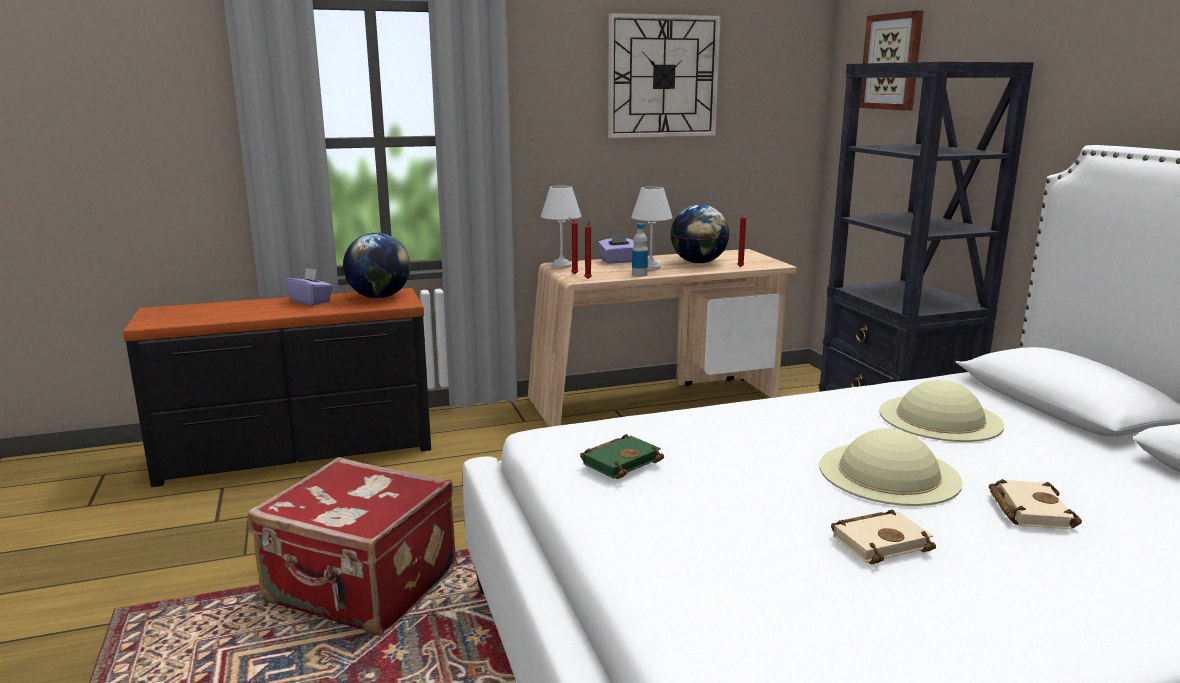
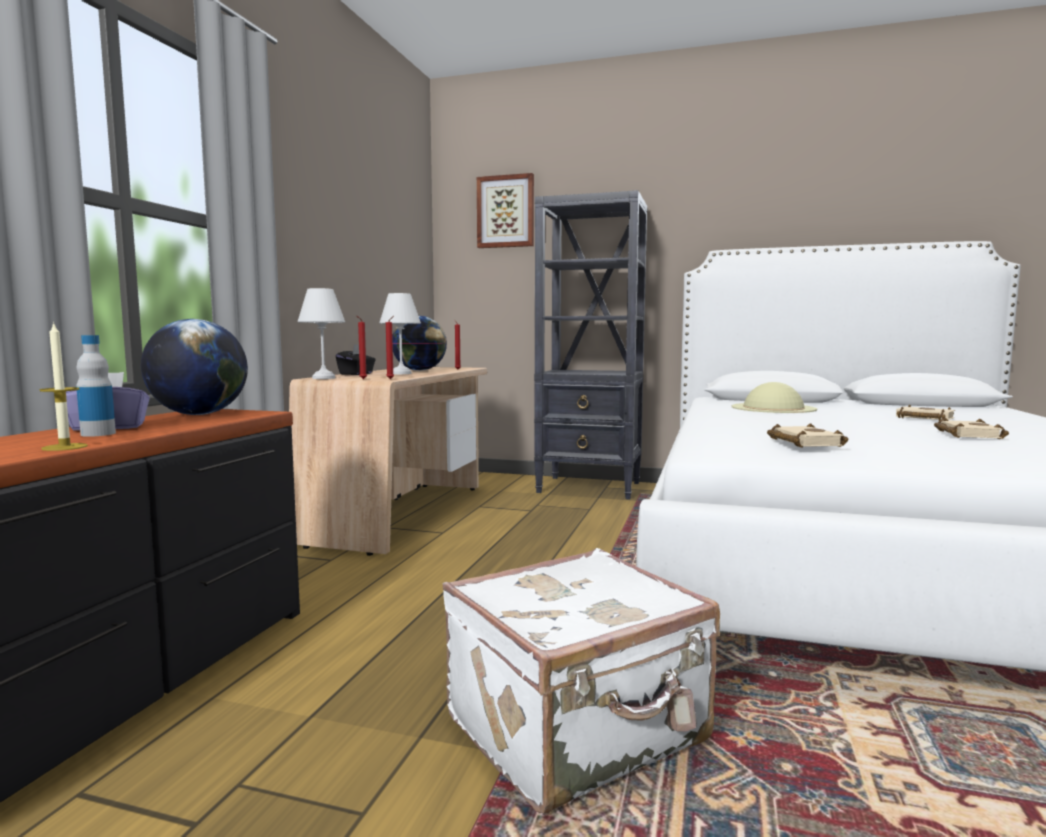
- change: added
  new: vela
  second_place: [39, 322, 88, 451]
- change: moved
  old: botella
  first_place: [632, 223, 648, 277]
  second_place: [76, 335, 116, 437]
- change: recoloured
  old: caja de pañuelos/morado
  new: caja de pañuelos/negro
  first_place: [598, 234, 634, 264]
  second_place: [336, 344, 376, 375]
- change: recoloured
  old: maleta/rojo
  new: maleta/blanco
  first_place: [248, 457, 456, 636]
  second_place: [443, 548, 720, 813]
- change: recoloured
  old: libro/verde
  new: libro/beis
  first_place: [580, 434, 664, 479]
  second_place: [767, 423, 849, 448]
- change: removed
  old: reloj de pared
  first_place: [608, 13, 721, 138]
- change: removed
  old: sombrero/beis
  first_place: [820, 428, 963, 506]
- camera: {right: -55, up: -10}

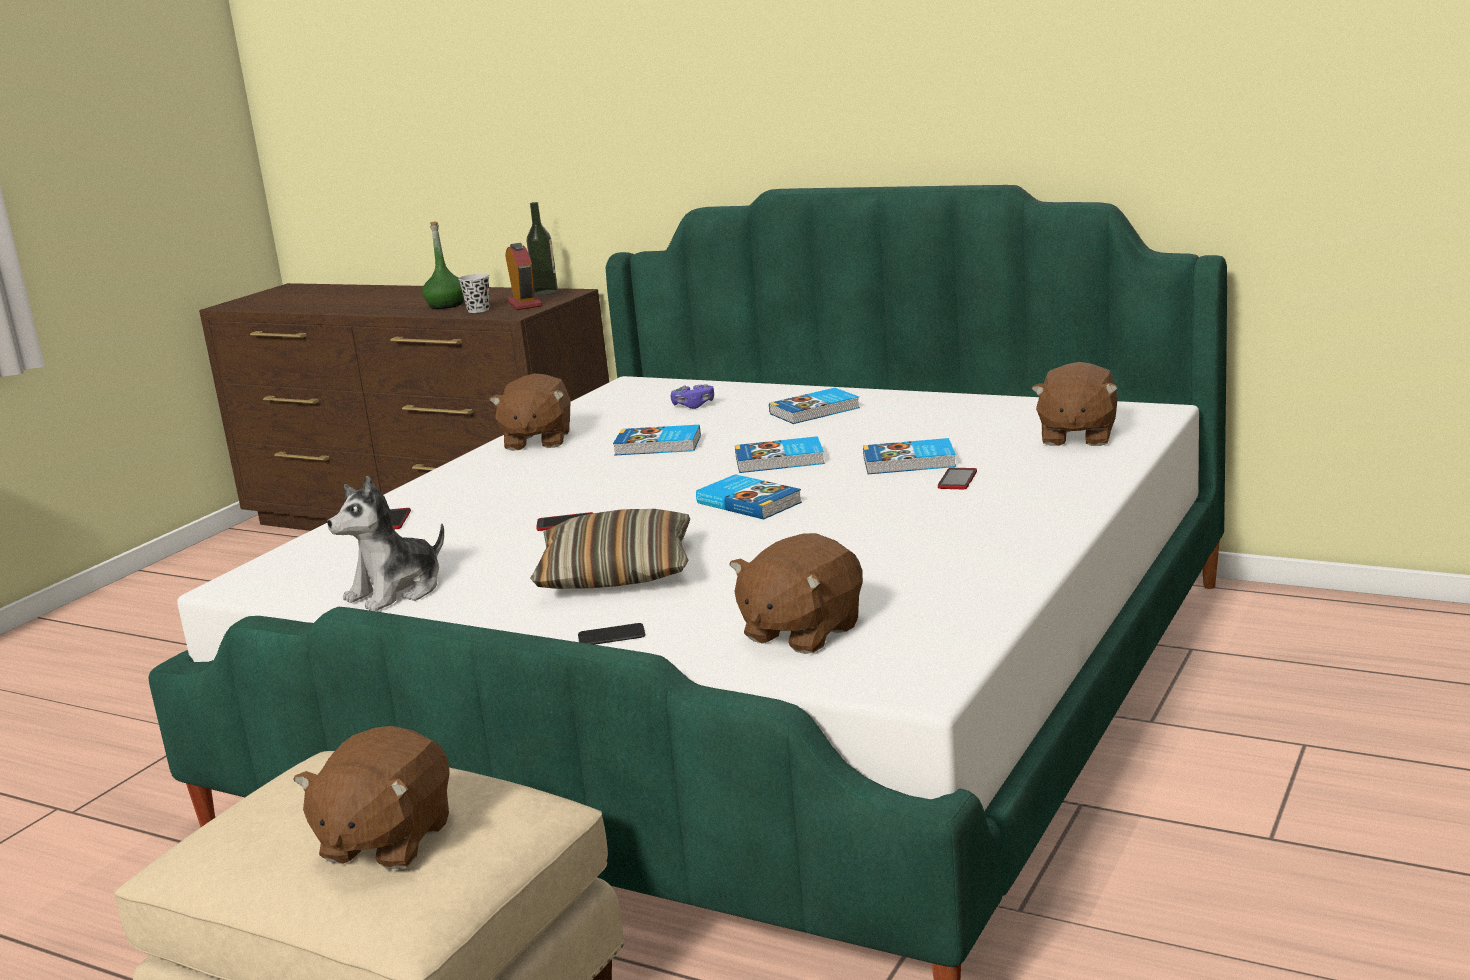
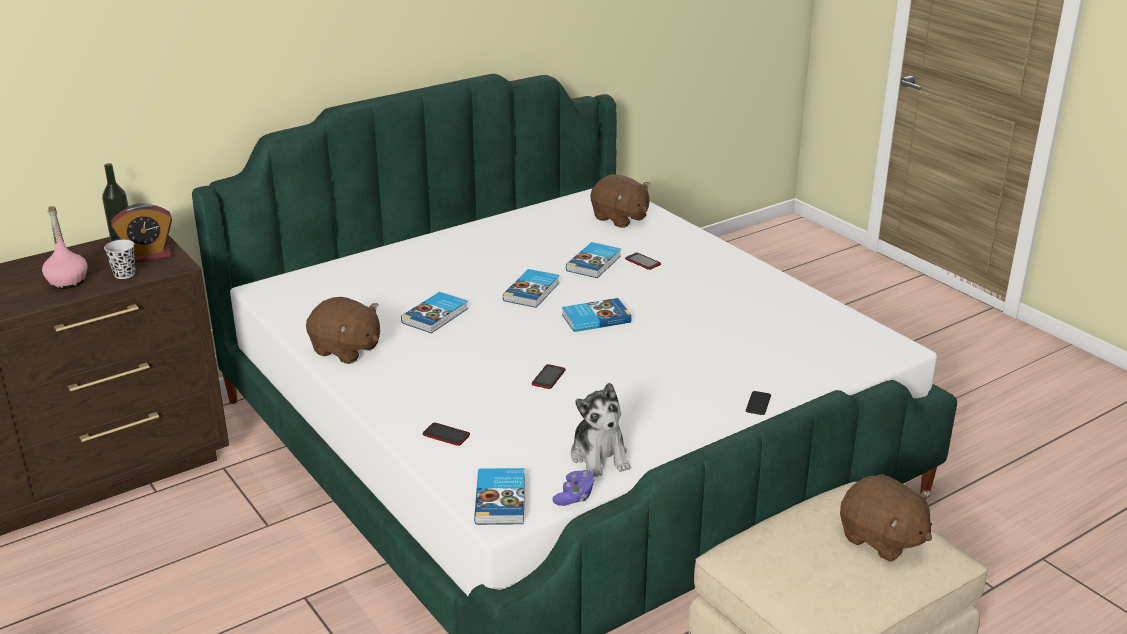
- change: recoloured
  old: botella/verde
  new: botella/rosa
  first_place: [422, 221, 464, 309]
  second_place: [42, 206, 88, 289]
- change: turned
  old: despertador
  first_place: [505, 243, 542, 310]
  second_place: [111, 203, 172, 263]
  degrees: 150
- change: moved
  old: libro
  first_place: [769, 388, 860, 424]
  second_place: [474, 468, 525, 525]
- change: moved
  old: mando de consola/morado
  first_place: [671, 384, 714, 409]
  second_place: [552, 470, 595, 506]
- change: removed
  old: cojín
  first_place: [530, 509, 690, 589]
- change: removed
  old: peluche/marrón
  first_place: [729, 533, 863, 654]
- camera: {right: -65, up: 10}

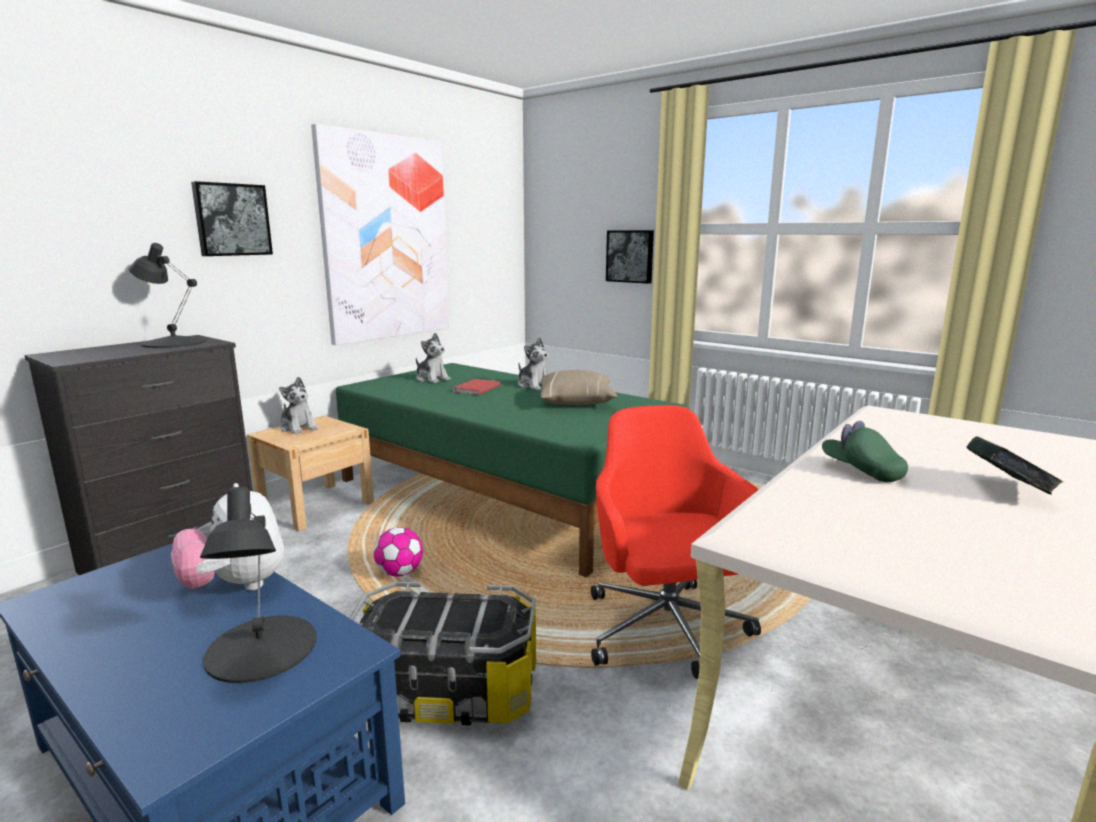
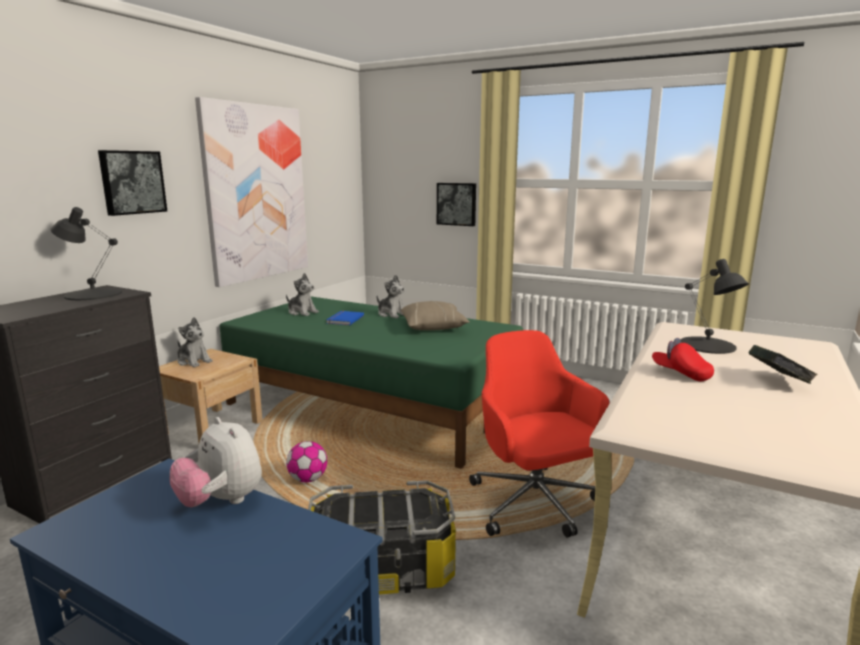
- change: recoloured
  old: libro/rojo
  new: libro/azul
  first_place: [452, 379, 501, 395]
  second_place: [326, 311, 364, 325]
- change: recoloured
  old: gorra/verde
  new: gorra/rojo
  first_place: [822, 421, 908, 482]
  second_place: [652, 338, 714, 381]
- change: moved
  old: lámpara de mesa/negro
  first_place: [200, 487, 316, 683]
  second_place: [680, 259, 749, 354]
- camera: {right: -10, up: 0}

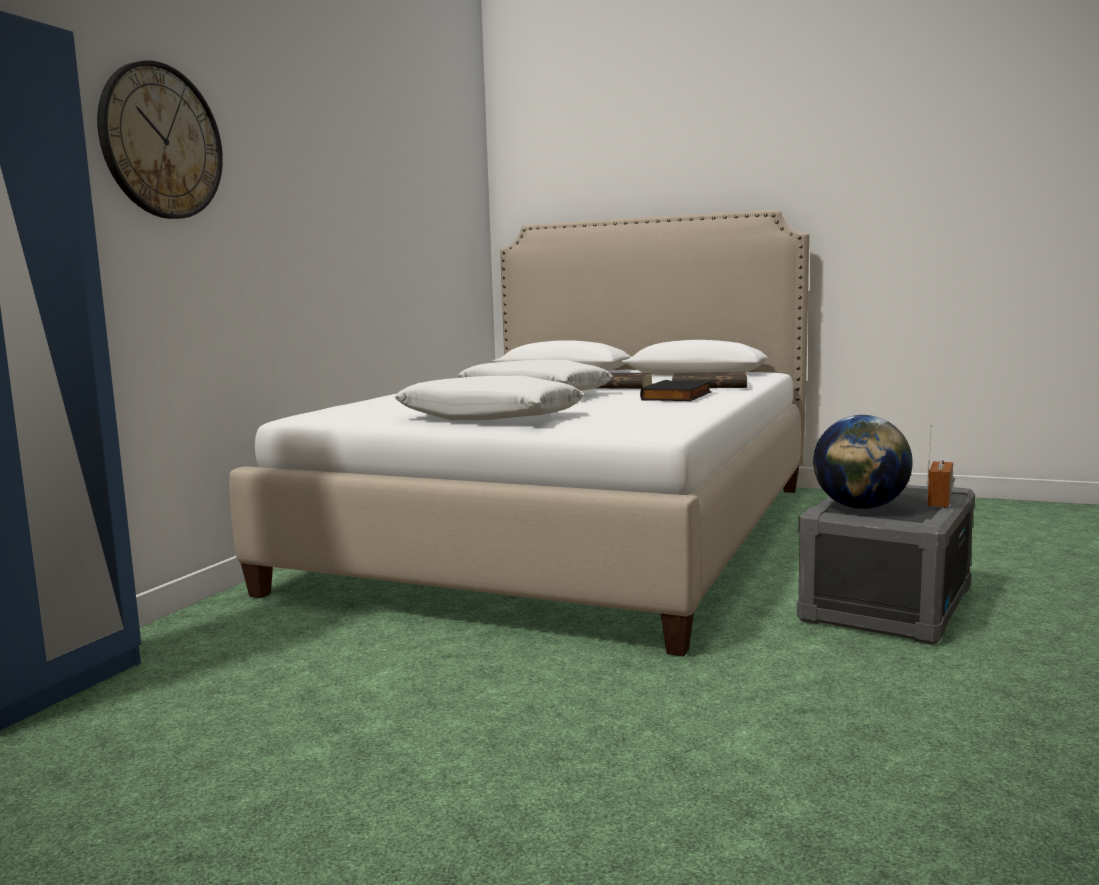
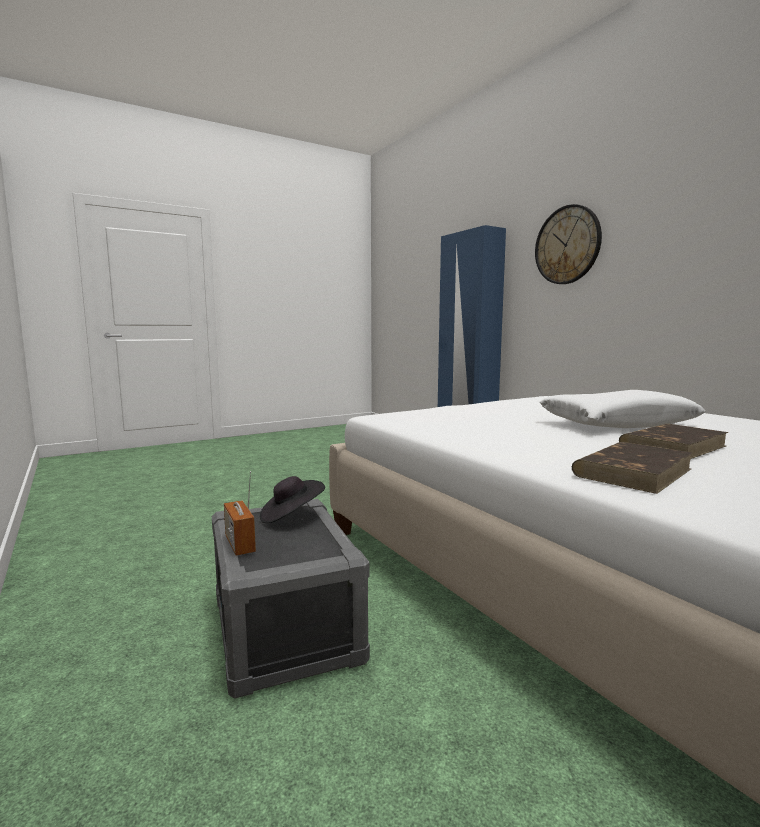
- change: replaced
  old: globo terráqueo
  new: sombrero/negro
  first_place: [813, 415, 913, 509]
  second_place: [260, 476, 325, 523]
- change: removed
  old: cojín/blanco
  first_place: [395, 376, 584, 420]
- change: removed
  old: libro/negro
  first_place: [640, 380, 711, 401]
- camera: {right: 125, up: 0}

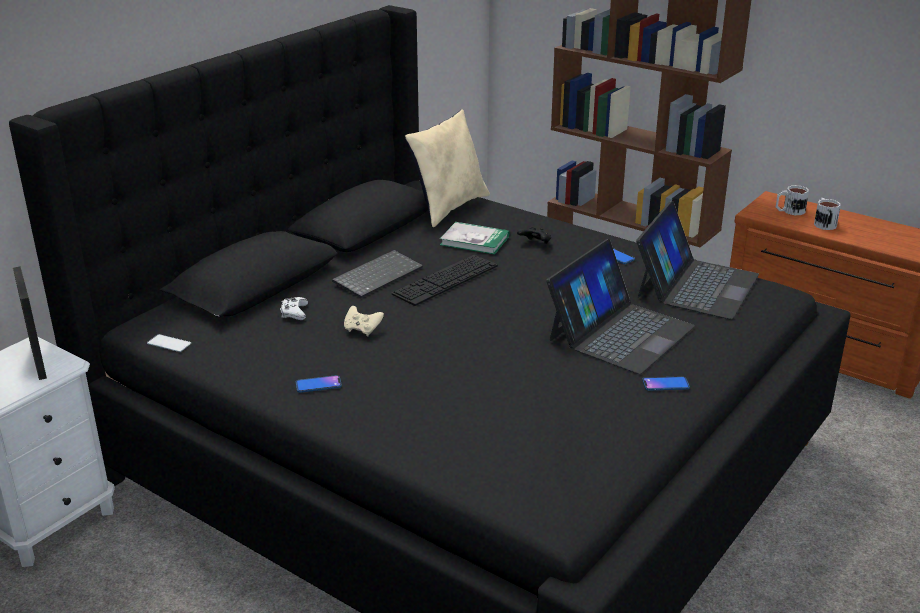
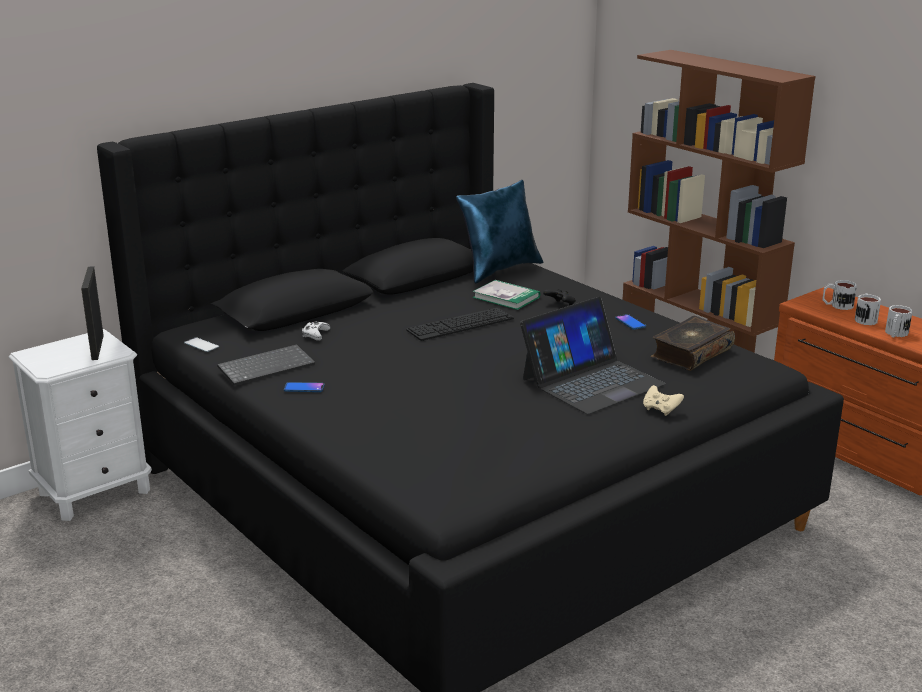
- change: moved
  old: teclado
  first_place: [332, 250, 423, 298]
  second_place: [217, 344, 315, 386]
- change: recoloured
  old: cojín/beis
  new: cojín/azul
  first_place: [405, 109, 490, 227]
  second_place: [456, 180, 543, 284]
- change: moved
  old: mando de consola/beis
  first_place: [344, 306, 384, 336]
  second_place: [643, 385, 684, 416]
- change: replaced
  old: portátil
  new: libro
  first_place: [636, 201, 759, 319]
  second_place: [651, 316, 735, 371]
- change: added
  new: taza grande
  second_place: [885, 305, 913, 337]
- change: removed
  old: móvil
  first_place: [642, 376, 690, 390]
- camera: {right: 15, up: -5}

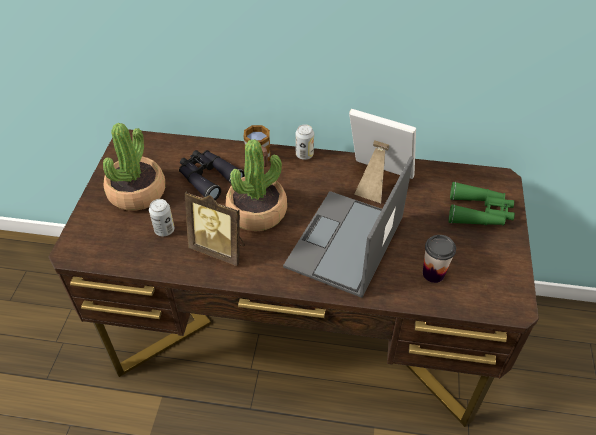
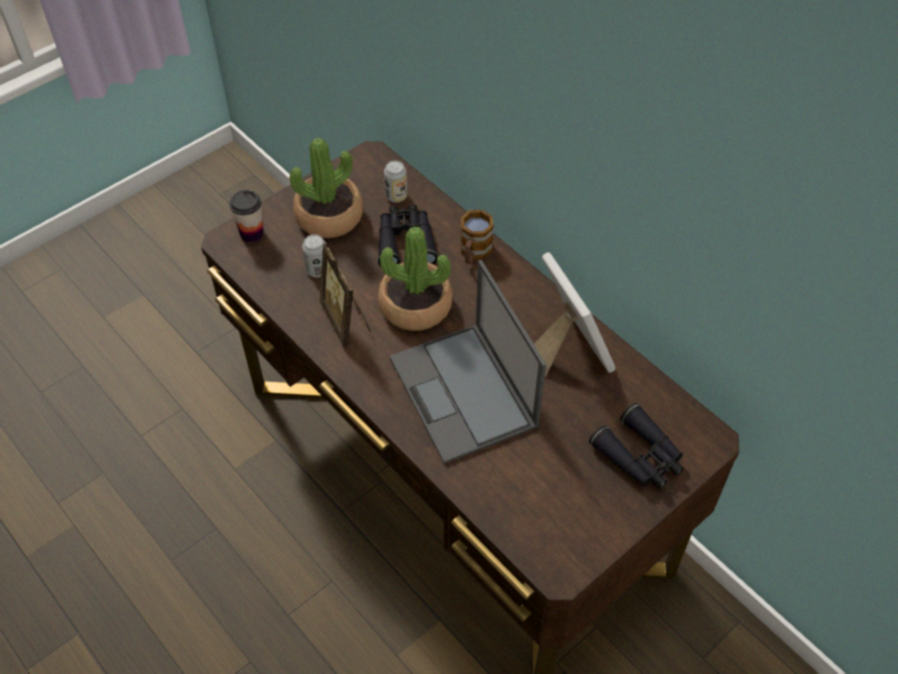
- change: moved
  old: taza
  first_place: [423, 235, 456, 283]
  second_place: [229, 190, 264, 242]
- change: moved
  old: lata
  first_place: [296, 124, 314, 160]
  second_place: [384, 161, 407, 202]
- change: turned
  old: portátil
  first_place: [283, 156, 414, 298]
  second_place: [389, 260, 546, 464]
  degrees: -90
- change: recoloured
  old: prismáticos/verde
  new: prismáticos/negro
  first_place: [449, 182, 515, 226]
  second_place: [589, 403, 684, 488]
- camera: {right: 40, up: 5}

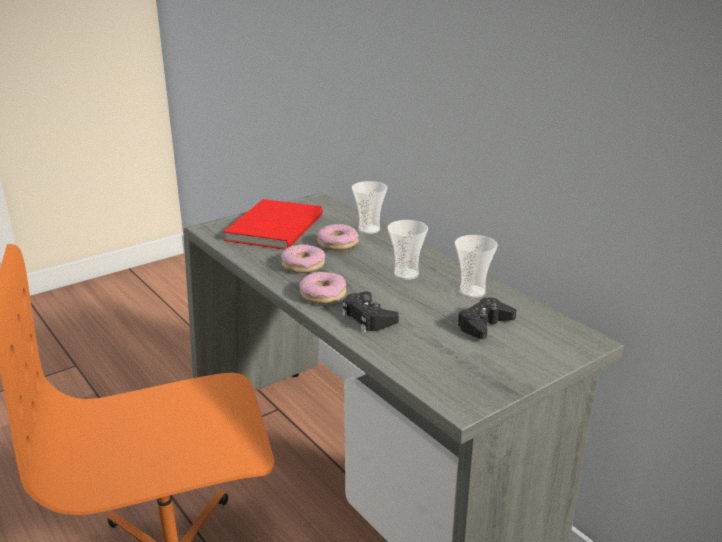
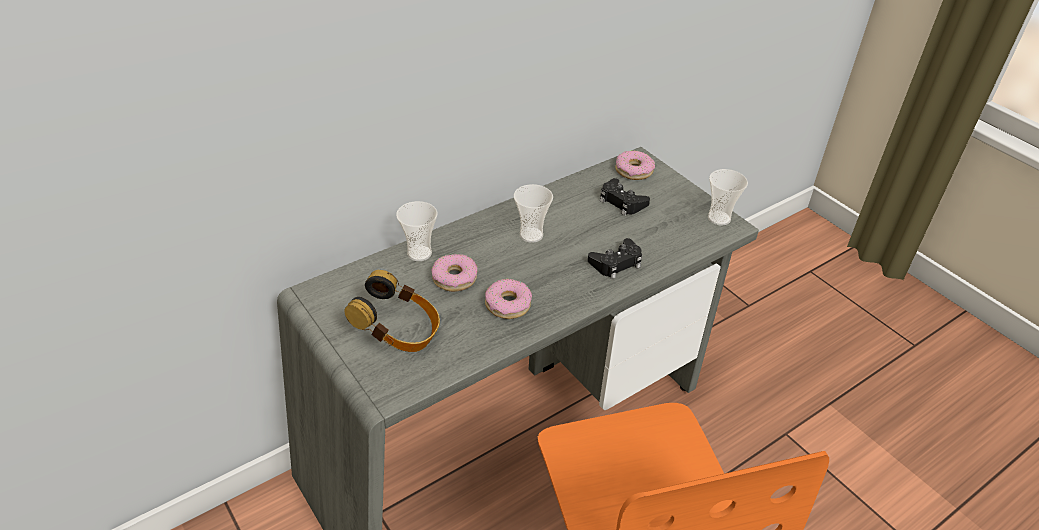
- change: replaced
  old: libro/rojo
  new: auriculares
  first_place: [223, 199, 323, 250]
  second_place: [345, 270, 440, 352]
- change: moved
  old: rosquilla
  first_place: [299, 272, 346, 304]
  second_place: [615, 151, 655, 180]
- change: moved
  old: taza
  first_place: [455, 235, 498, 298]
  second_place: [708, 169, 748, 225]
- camera: {right: -90, up: 15}

